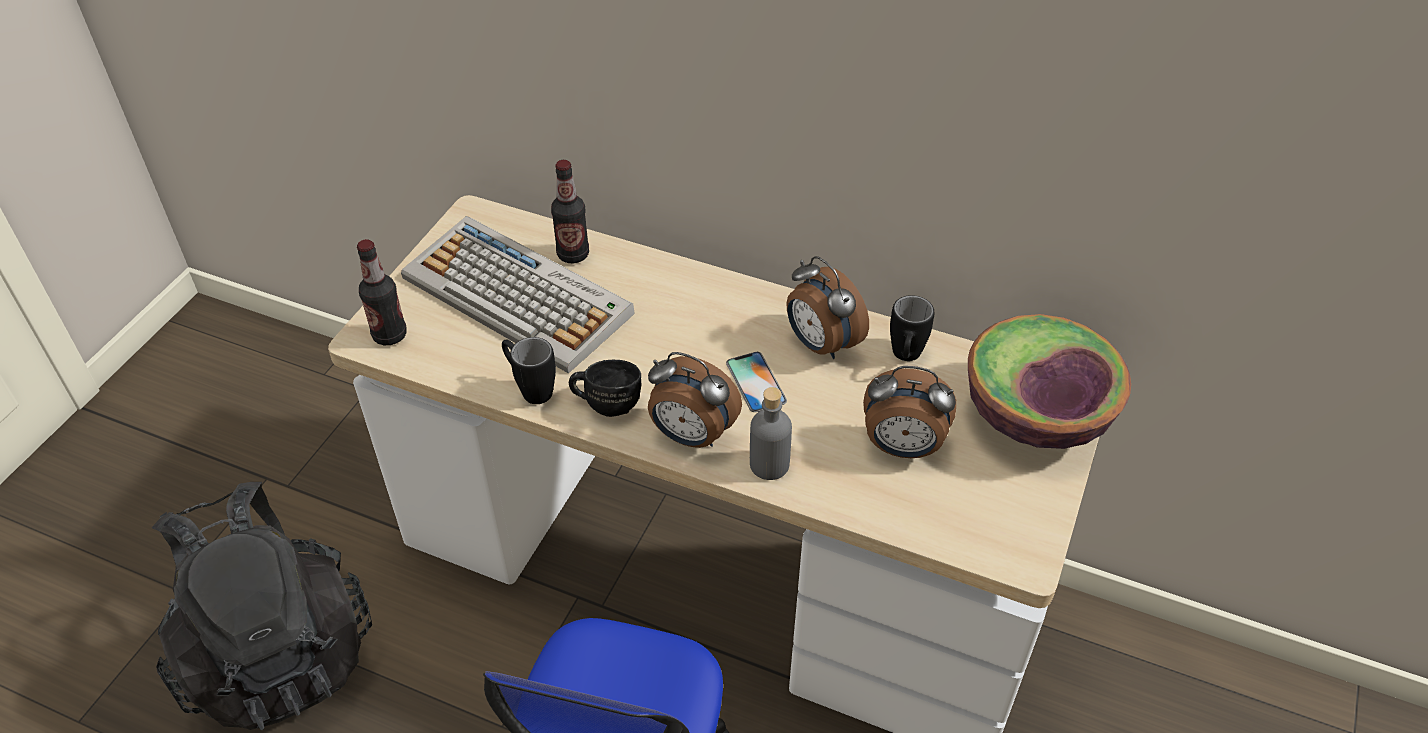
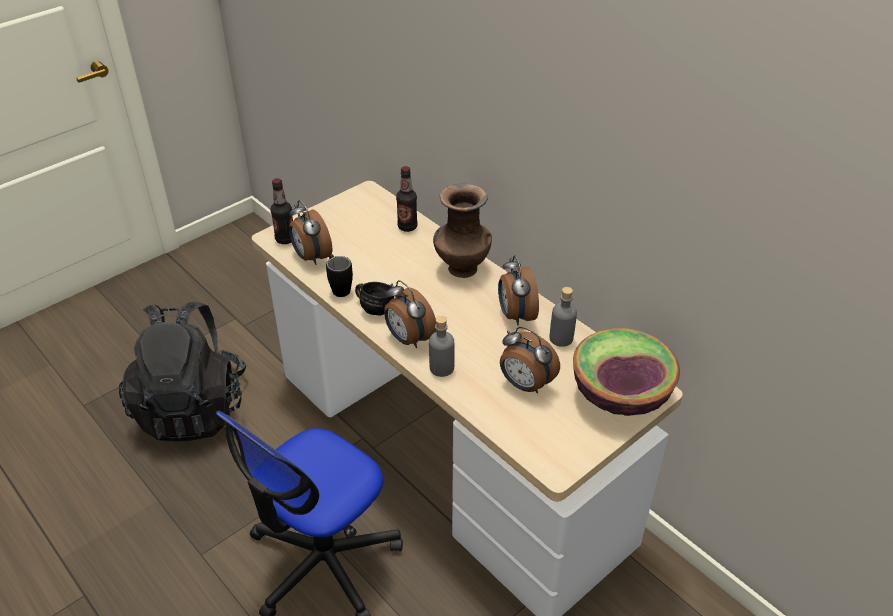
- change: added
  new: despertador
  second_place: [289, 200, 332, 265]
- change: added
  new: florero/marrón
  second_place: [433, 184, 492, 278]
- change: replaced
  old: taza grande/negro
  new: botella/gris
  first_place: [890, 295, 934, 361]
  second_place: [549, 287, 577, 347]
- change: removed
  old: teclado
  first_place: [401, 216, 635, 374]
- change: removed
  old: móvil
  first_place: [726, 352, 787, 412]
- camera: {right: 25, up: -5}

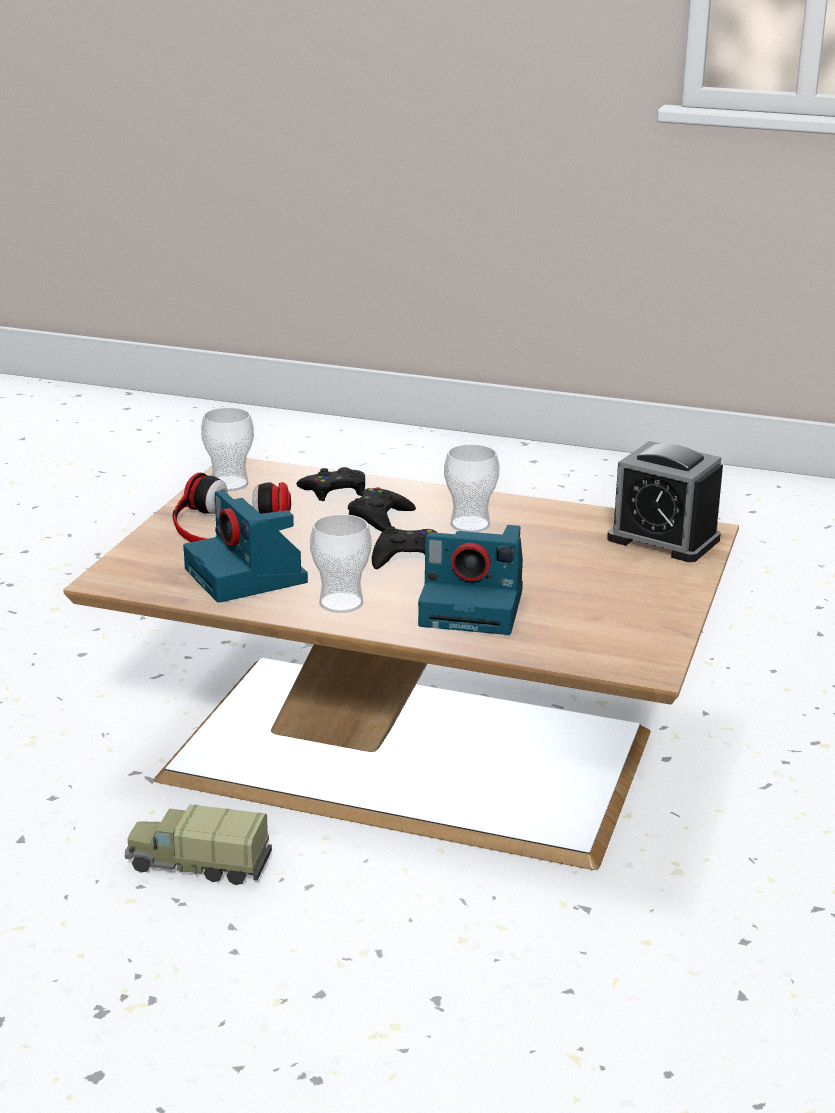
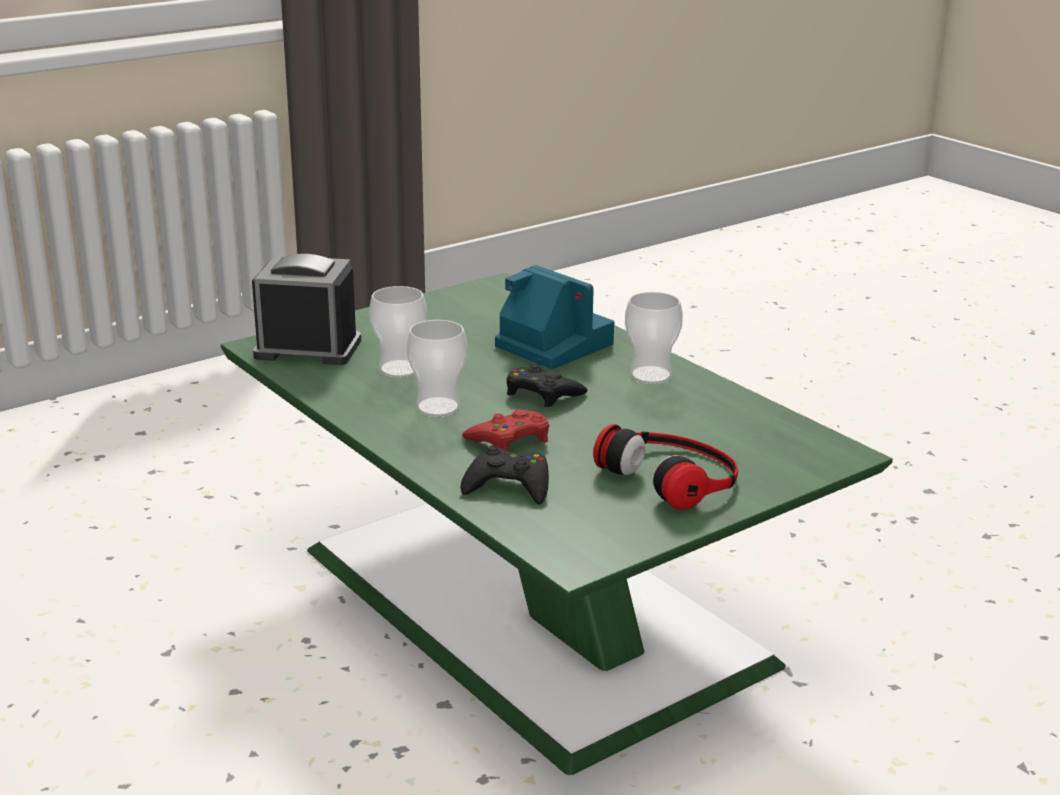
- change: recoloured
  old: mesa de centro/marrón
  new: mesa de centro/verde
  first_place: [63, 458, 739, 870]
  second_place: [221, 273, 893, 775]
- change: turned
  old: despertador
  first_place: [607, 441, 723, 562]
  second_place: [252, 254, 361, 365]
  degrees: -60
- change: moved
  old: taza
  first_place: [201, 407, 254, 491]
  second_place: [369, 286, 427, 378]
- change: recoloured
  old: mando de consola/negro
  new: mando de consola/rojo
  first_place: [348, 487, 416, 532]
  second_place: [462, 410, 549, 451]
- change: removed
  old: camión de juguete
  first_place: [125, 804, 272, 885]
- change: removed
  old: cámara
  first_place: [183, 490, 308, 603]
- camera: {right: -145, up: 0}

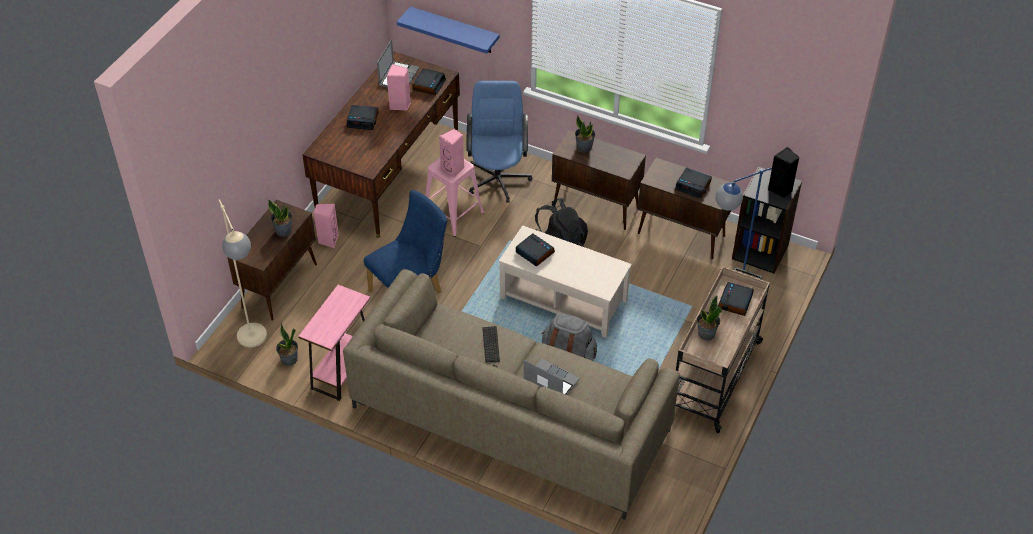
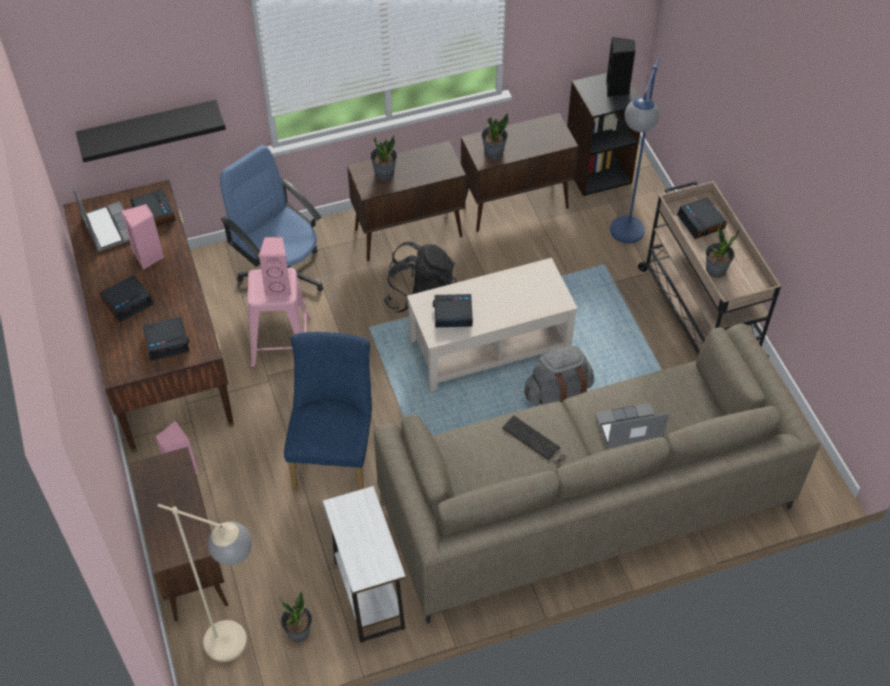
- change: recoloured
  old: estante/azul
  new: estante/negro
  first_place: [397, 6, 500, 54]
  second_place: [76, 100, 226, 162]
- change: moved
  old: despertador
  first_place: [675, 167, 712, 198]
  second_place: [143, 317, 190, 361]
- change: recoloured
  old: mesa auxiliar/rosa
  new: mesa auxiliar/blanco
  first_place: [298, 285, 370, 401]
  second_place: [323, 486, 406, 643]
- change: moved
  old: planta en maceta
  first_place: [268, 200, 292, 237]
  second_place: [481, 113, 509, 159]
- camera: {right: -45, up: 5}

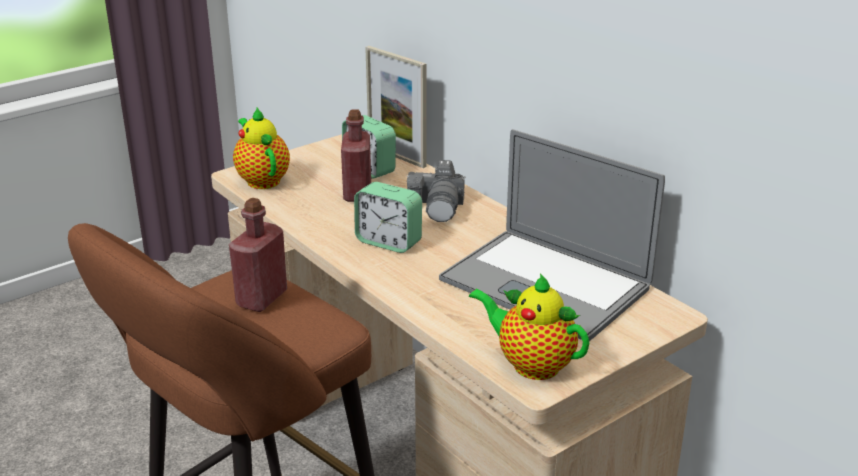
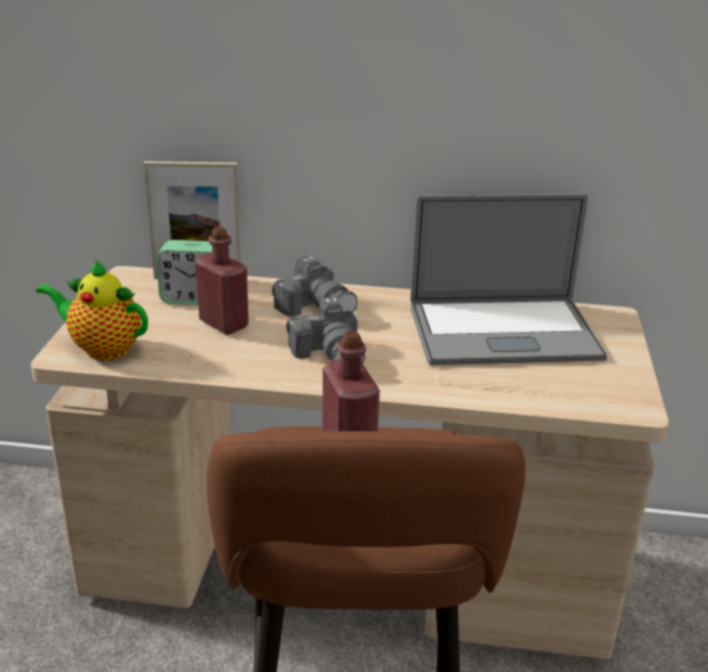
- change: replaced
  old: despertador
  new: cámara
  first_place: [354, 182, 422, 253]
  second_place: [286, 296, 366, 364]
- change: removed
  old: tetera
  first_place: [469, 274, 589, 380]
- camera: {right: -45, up: 0}

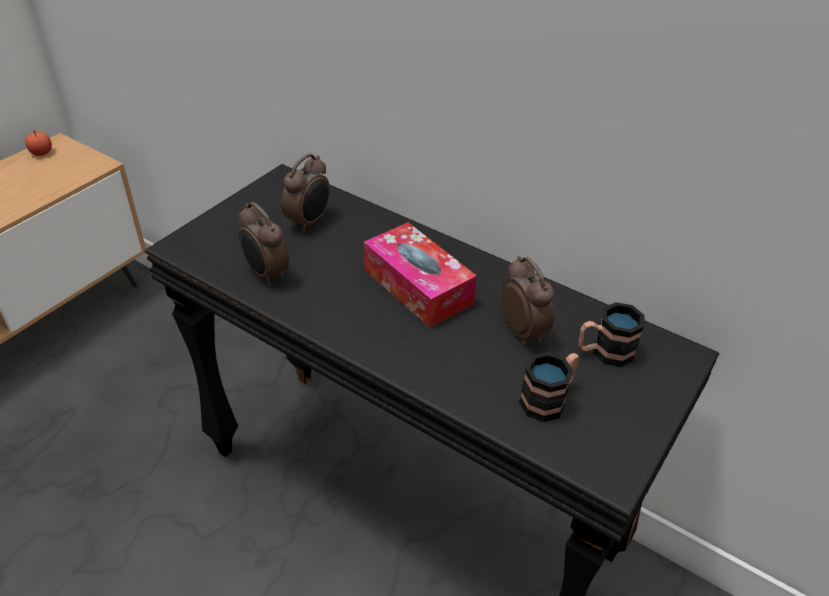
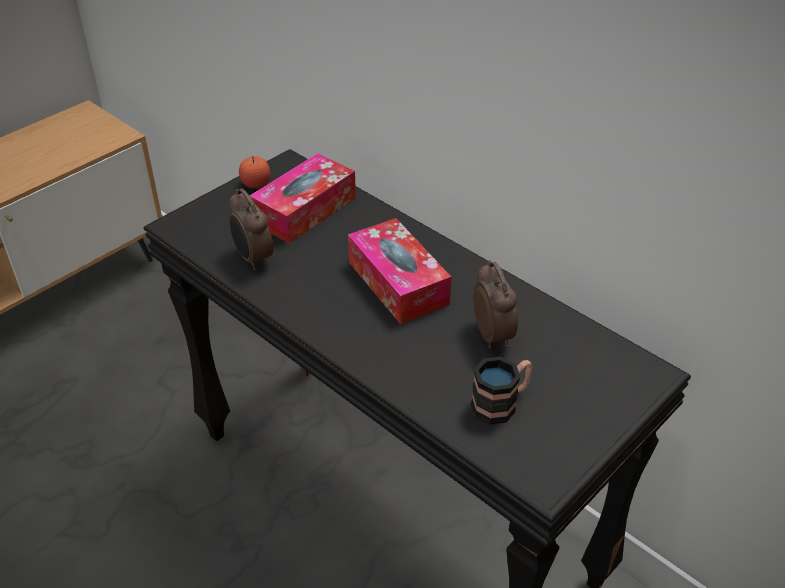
- change: moved
  old: manzana
  first_place: [25, 130, 52, 156]
  second_place: [239, 157, 270, 188]
- change: replaced
  old: despertador
  new: caja de pañuelos
  first_place: [281, 153, 330, 233]
  second_place: [250, 153, 356, 244]
- change: removed
  old: taza grande
  first_place: [578, 302, 644, 367]
- camera: {right: 10, up: 0}

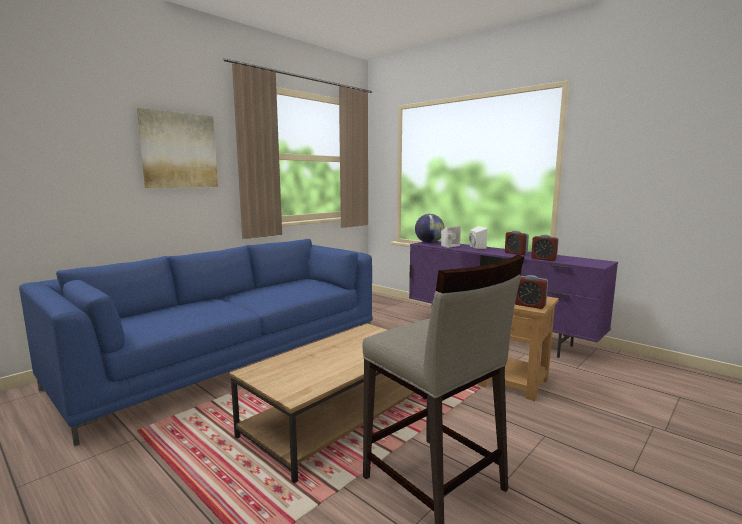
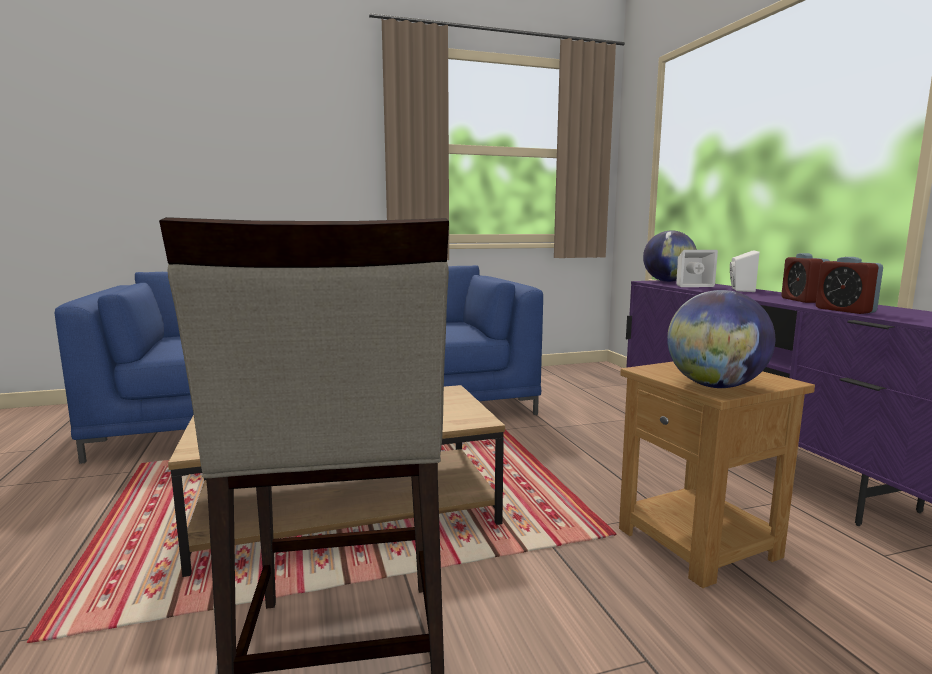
- change: replaced
  old: despertador
  new: globo terráqueo
  first_place: [515, 275, 548, 309]
  second_place: [667, 290, 775, 388]
- change: removed
  old: cuadro
  first_place: [137, 108, 218, 188]
- camera: {right: 30, up: 0}

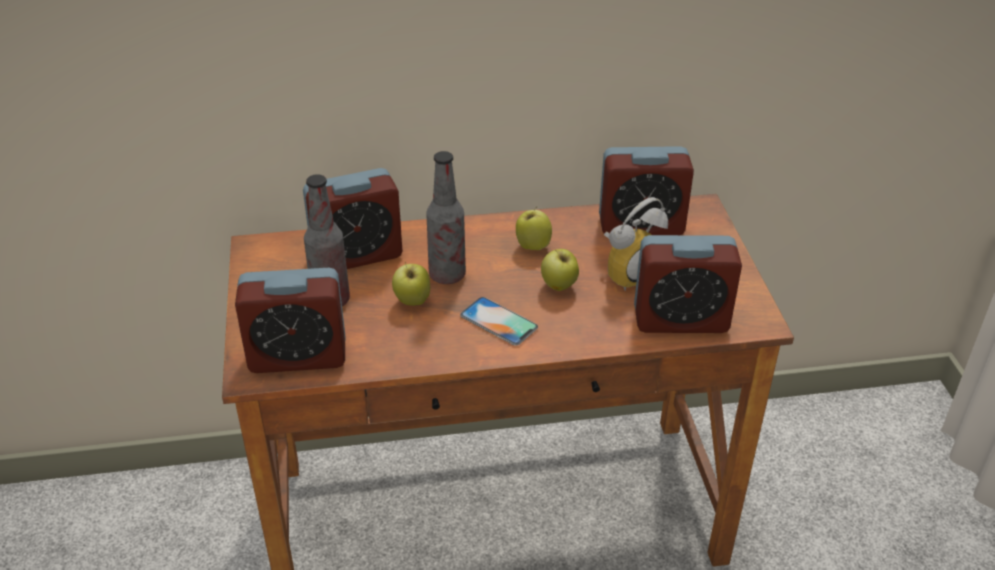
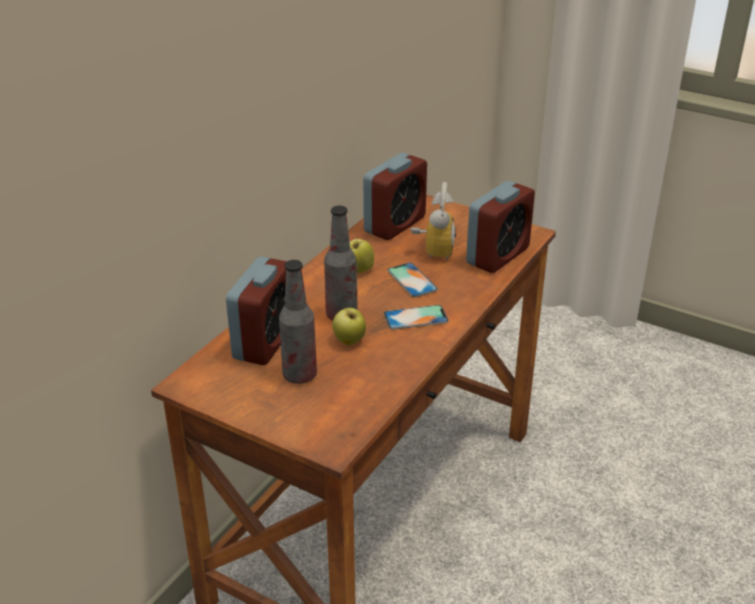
- change: replaced
  old: manzana
  new: móvil
  first_place: [541, 249, 579, 291]
  second_place: [387, 263, 438, 297]
- change: removed
  old: despertador
  first_place: [235, 268, 345, 373]
- camera: {right: -50, up: -5}

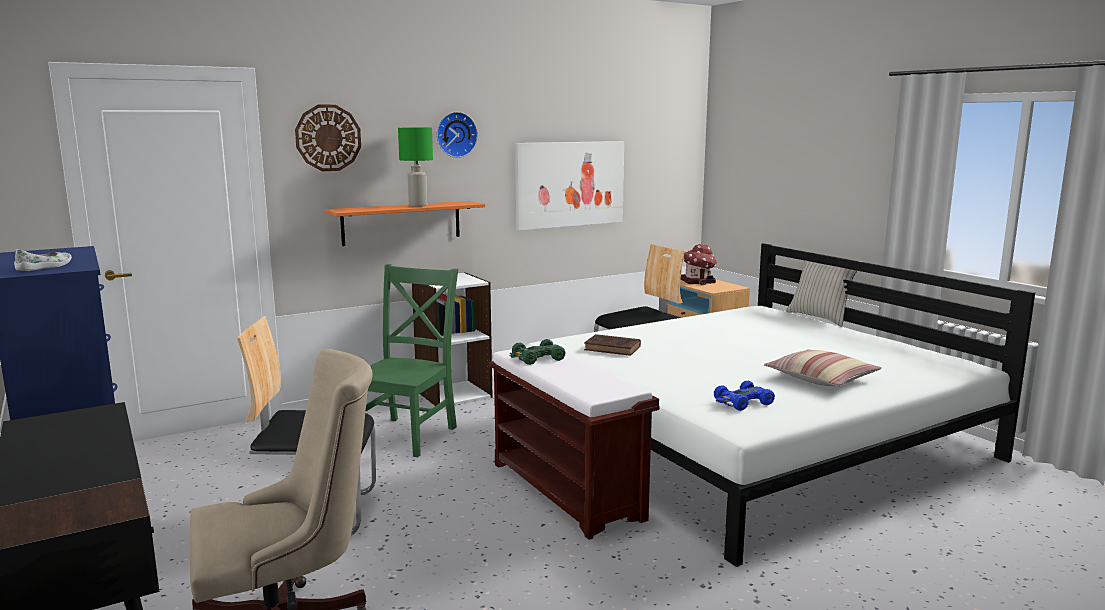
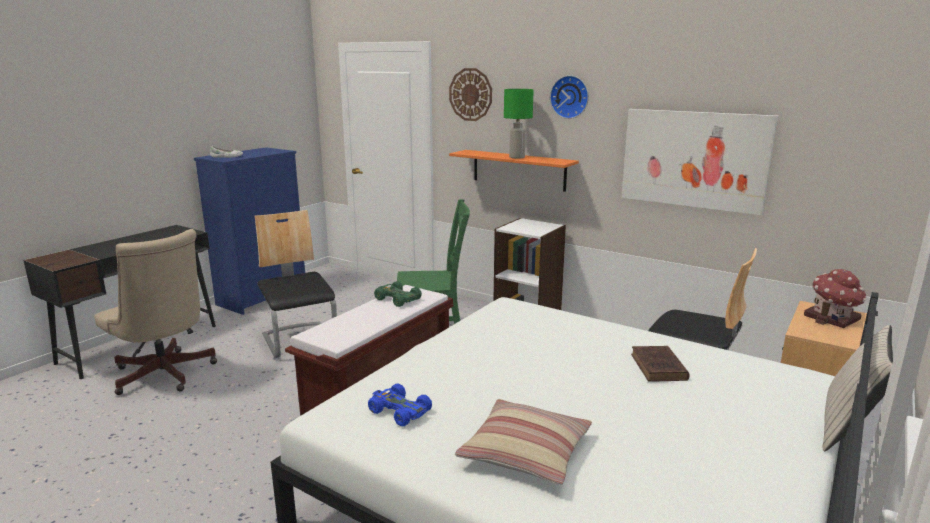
- change: moved
  old: libro/marrón
  first_place: [584, 334, 641, 356]
  second_place: [631, 346, 690, 382]
- camera: {right: 65, up: 5}

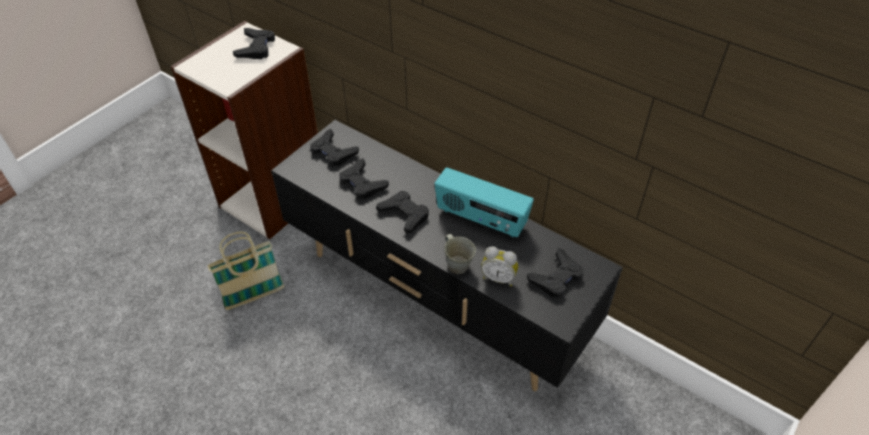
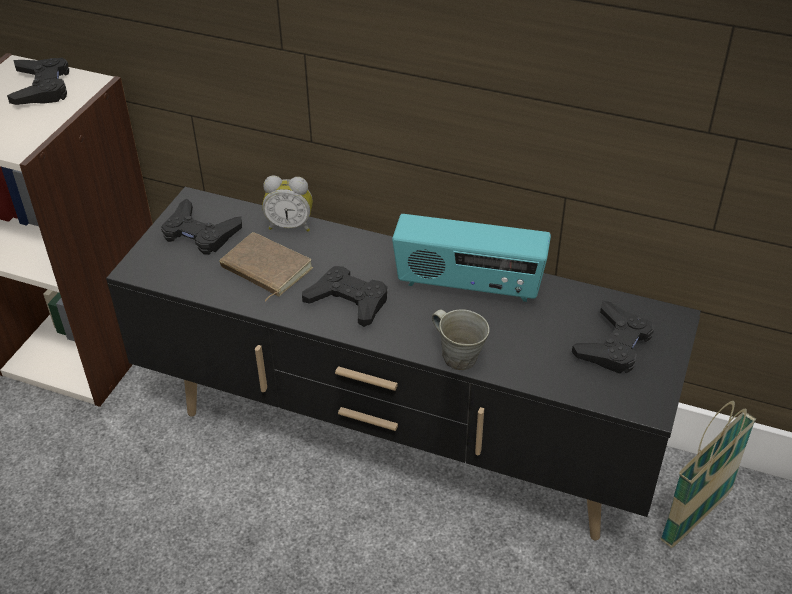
- change: replaced
  old: mando de consola/negro
  new: libro/marrón
  first_place: [339, 158, 389, 200]
  second_place: [219, 232, 313, 302]
- change: moved
  old: despertador
  first_place: [481, 246, 518, 286]
  second_place: [262, 176, 313, 232]
- change: moved
  old: cesta
  first_place: [207, 232, 284, 310]
  second_place: [660, 401, 756, 548]
- camera: {right: -15, up: -5}

